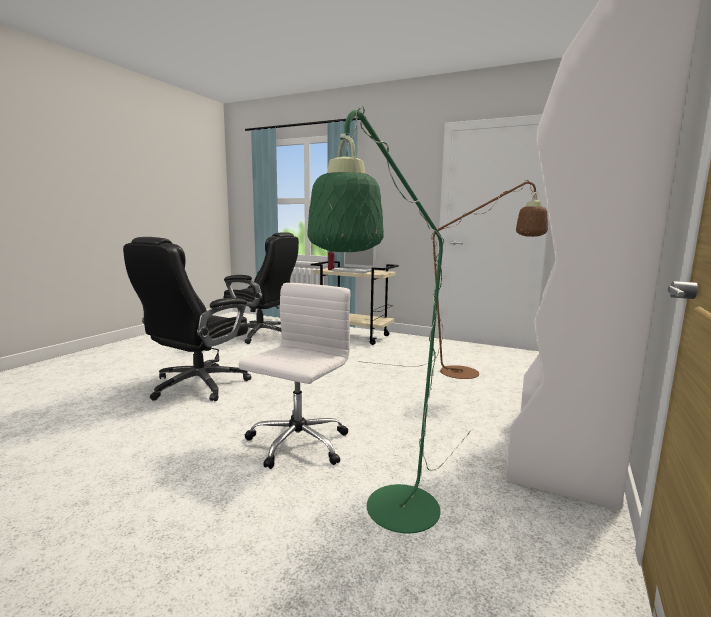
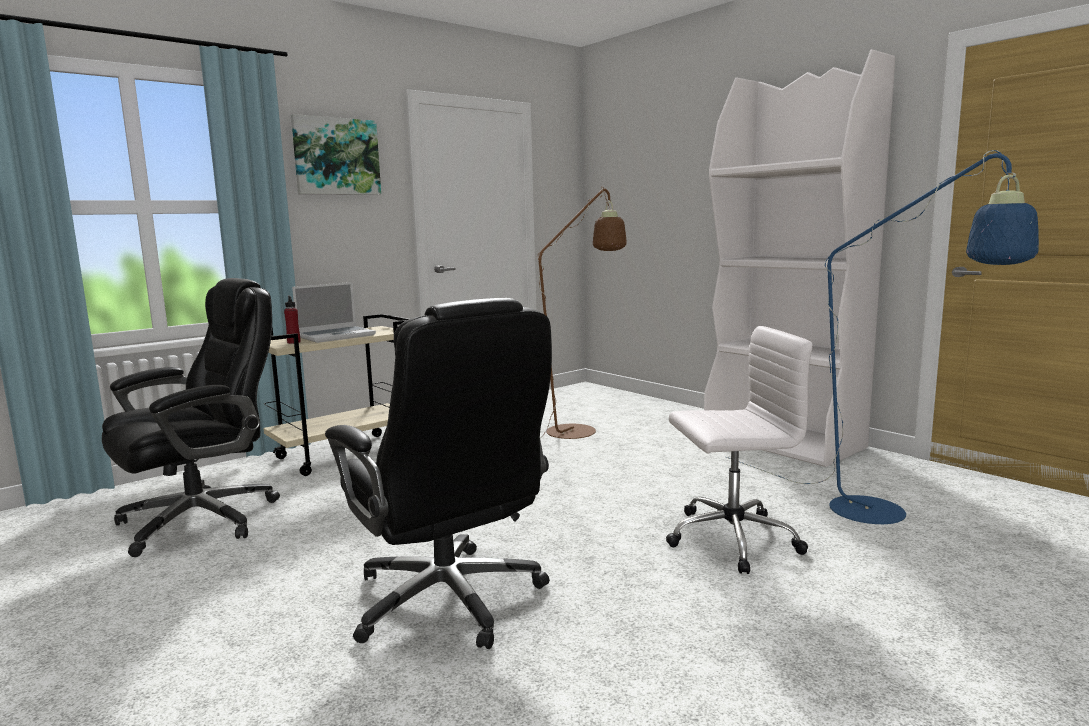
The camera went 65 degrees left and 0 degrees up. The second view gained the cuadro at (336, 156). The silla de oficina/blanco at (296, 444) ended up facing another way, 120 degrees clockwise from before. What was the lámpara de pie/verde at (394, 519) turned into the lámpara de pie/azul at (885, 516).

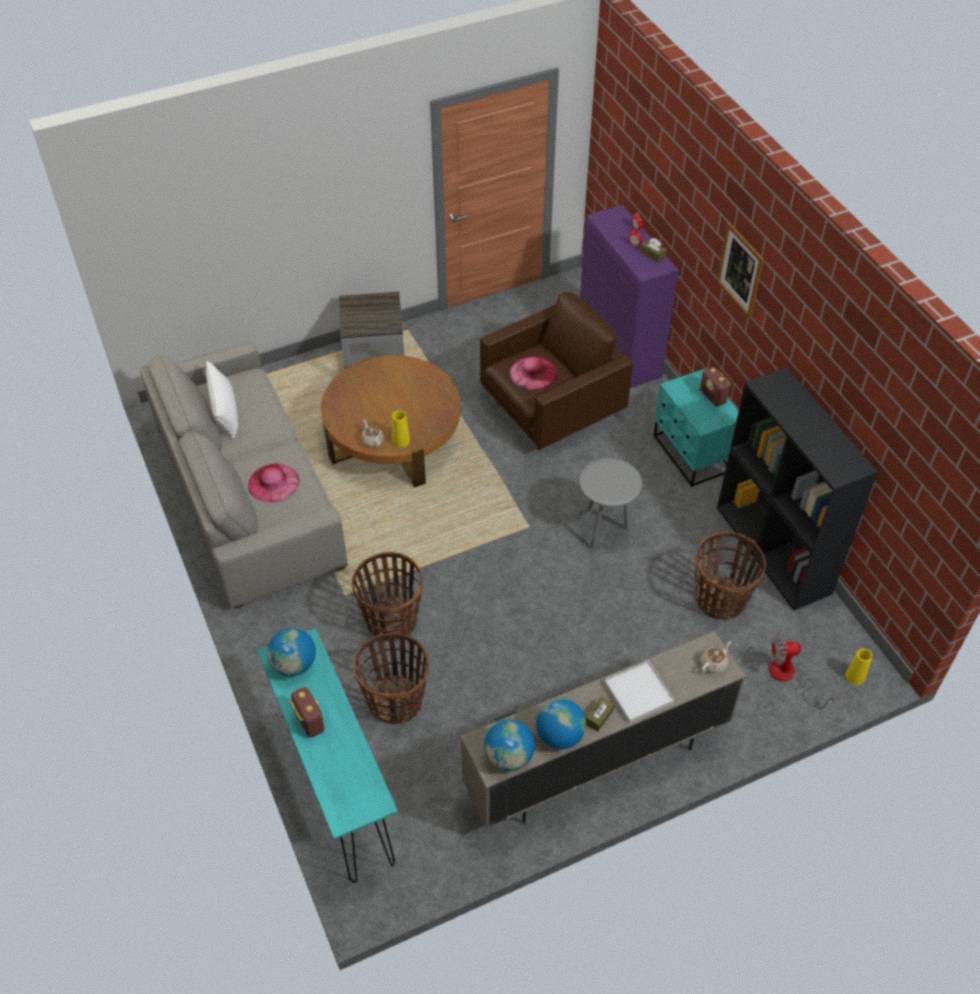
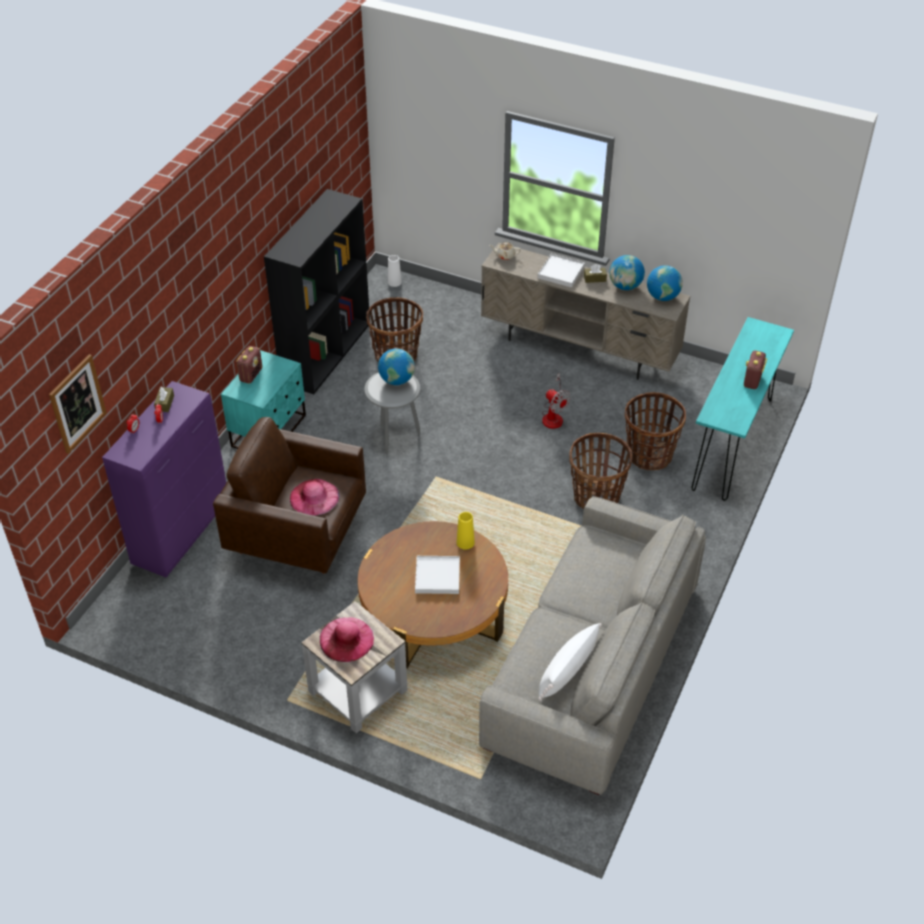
The camera went 130 degrees left and 5 degrees down. The cuadro ended up elsewhere, having gone from (740, 270) to (77, 403). The sombrero/rosa ended up elsewhere, having gone from (273, 483) to (346, 639). The globo terráqueo ended up elsewhere, having gone from (294, 664) to (396, 380). What was the florero/amarillo at (855, 676) turned into the florero/blanco at (394, 282). The second view gained the bandeja/blanco at (437, 576). The ventilador ended up elsewhere, having gone from (789, 677) to (553, 416). The second view lost the tetera/beis at (372, 440).

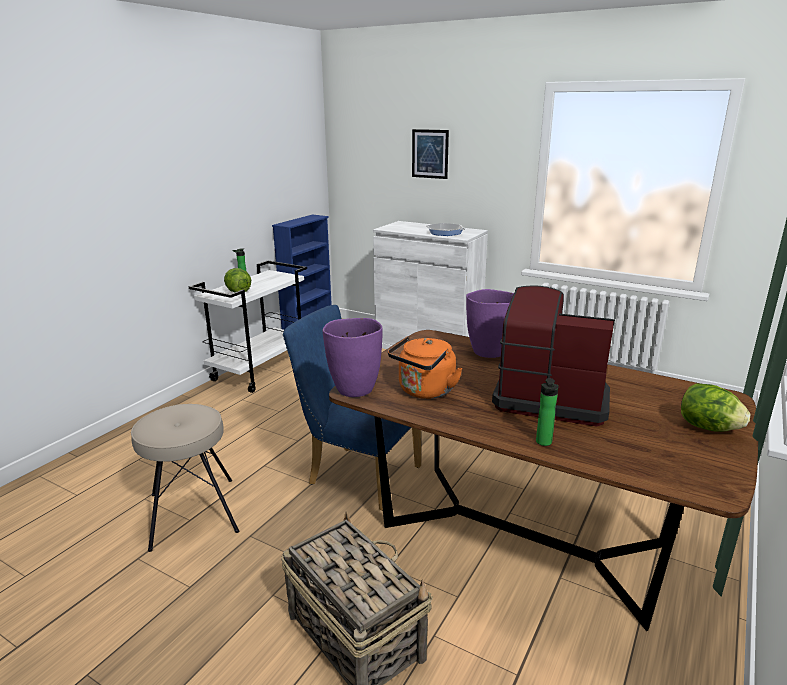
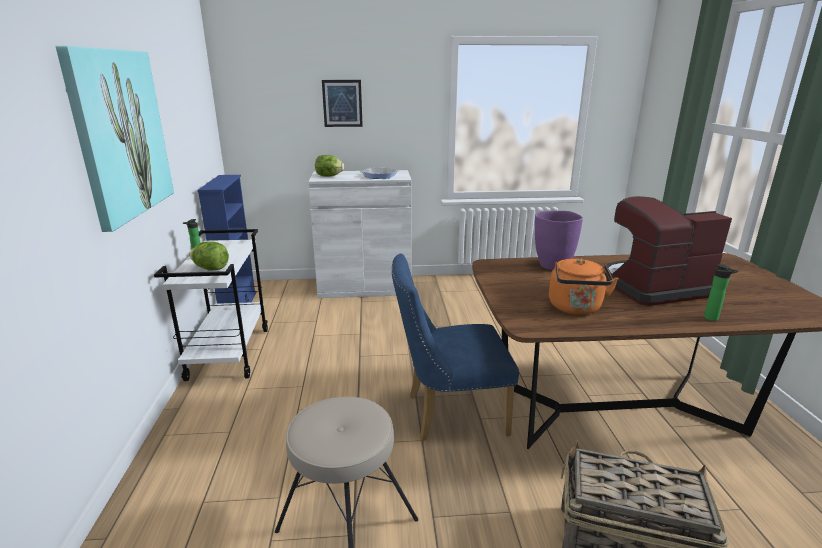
The camera went 35 degrees left and 0 degrees up. The second view gained the cuadro at (120, 134). The lechuga ended up elsewhere, having gone from (708, 427) to (329, 176). The second view lost the florero/morado at (354, 389).

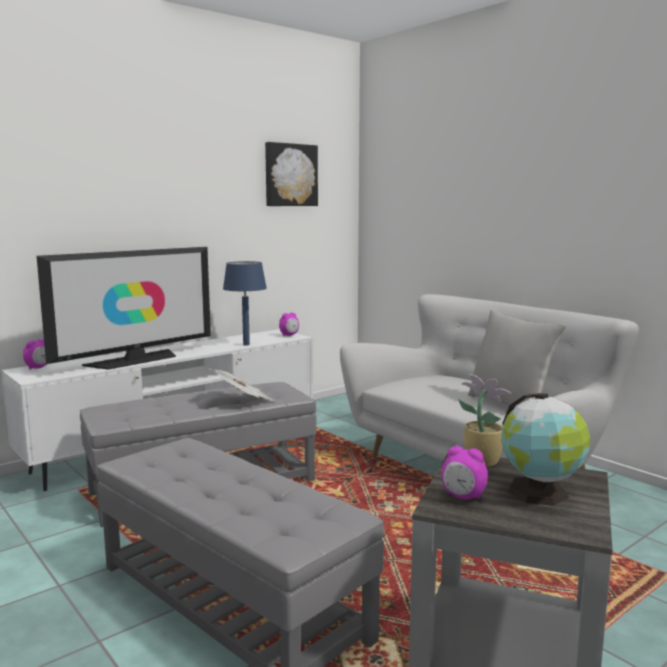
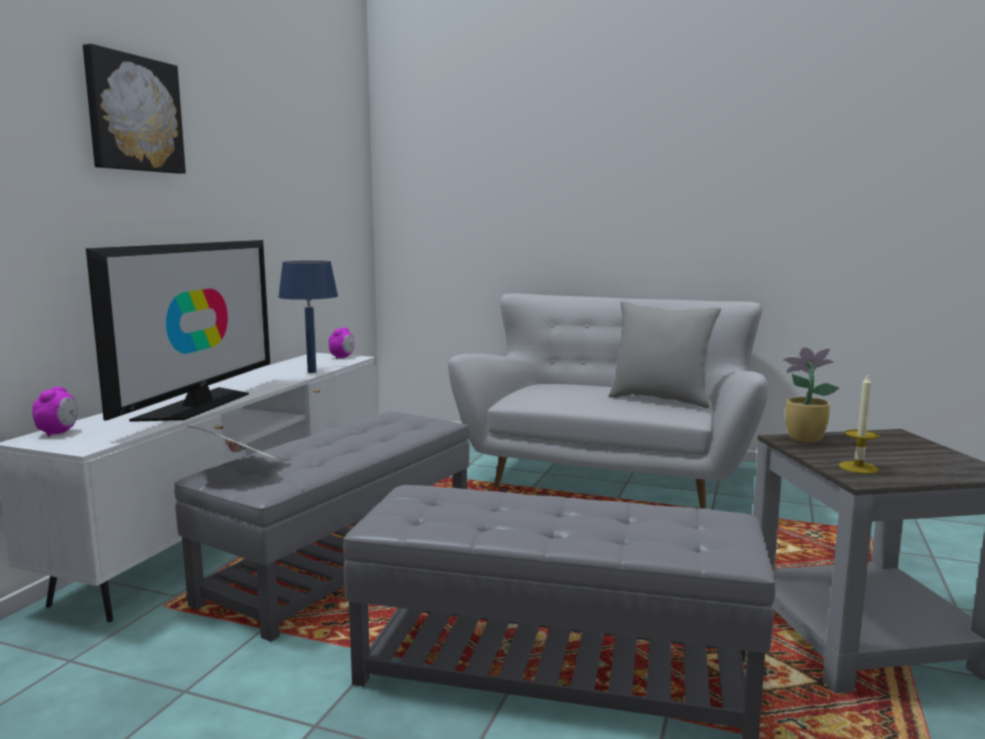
The camera went 30 degrees left and 0 degrees up. The cuadro ended up elsewhere, having gone from (290, 175) to (133, 114). The periódico ended up elsewhere, having gone from (243, 401) to (241, 469). Where the despertador stood at (463, 497), the vela came to stand at (858, 467). The second view lost the globo terráqueo at (540, 493).

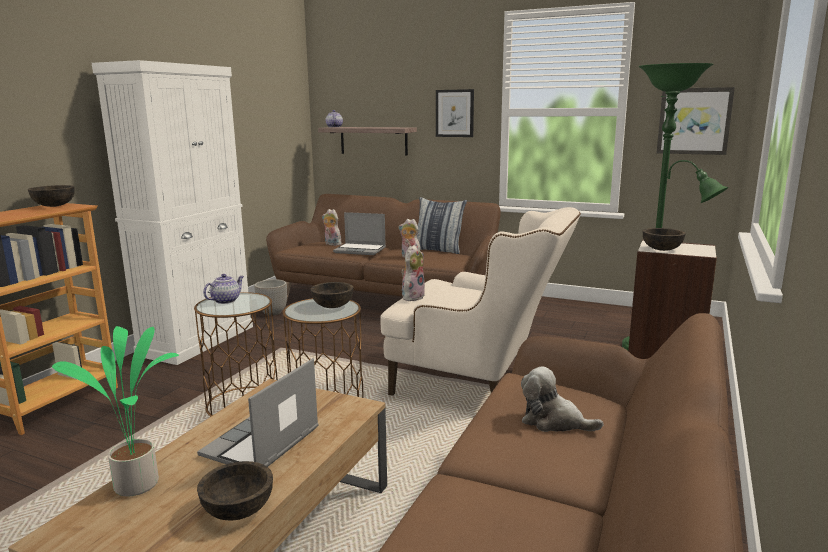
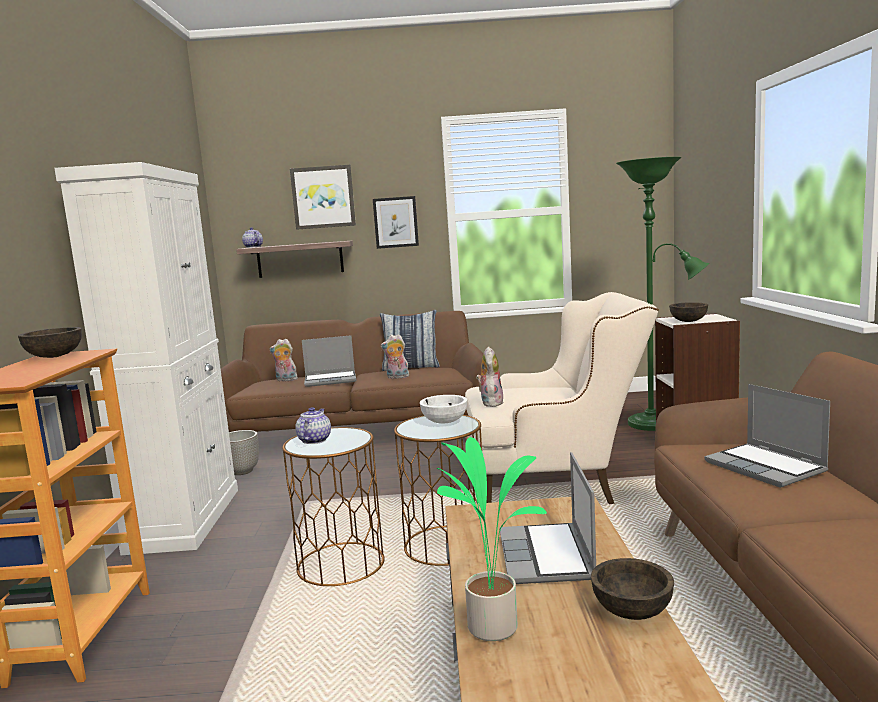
The camera went 25 degrees left and 5 degrees down. The cuadro ended up elsewhere, having gone from (694, 121) to (323, 197). What was the cuenco/marrón at (333, 306) turned into the cuenco/blanco at (445, 421). Where the peluche stood at (554, 421), the portátil came to stand at (766, 467).

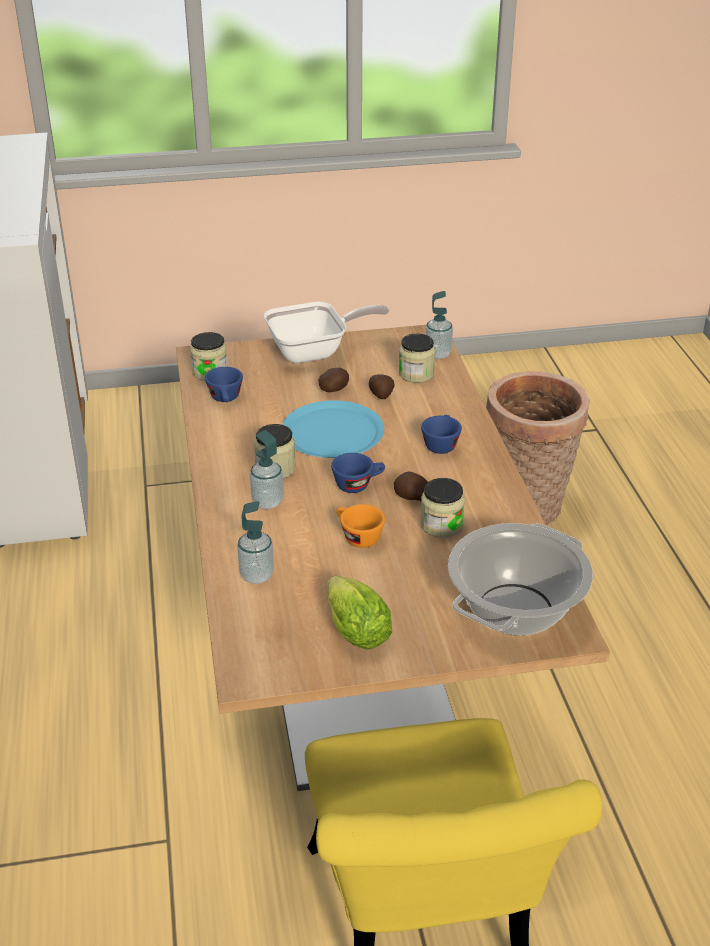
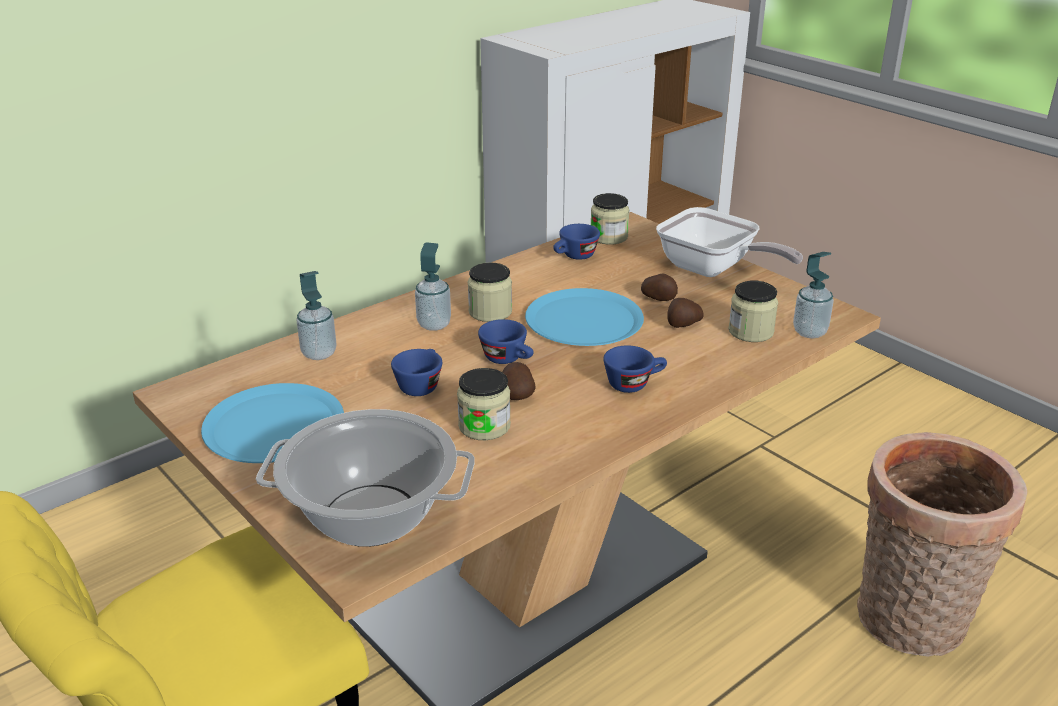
The camera went 60 degrees right and 5 degrees down. Where the lechuga stood at (354, 629), the plato/azul came to stand at (273, 426). What was the taza/naranja at (357, 537) turned into the taza/azul at (420, 385).

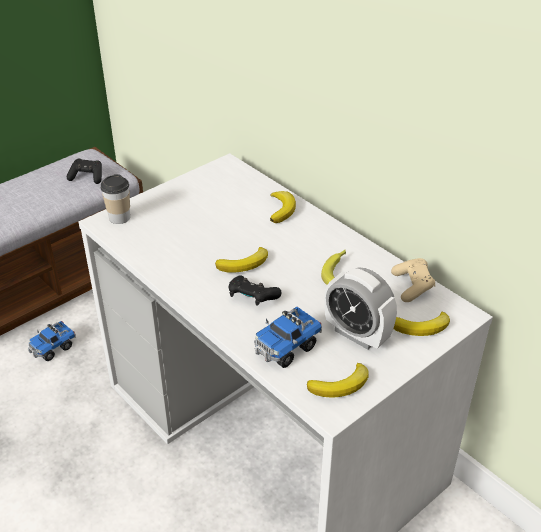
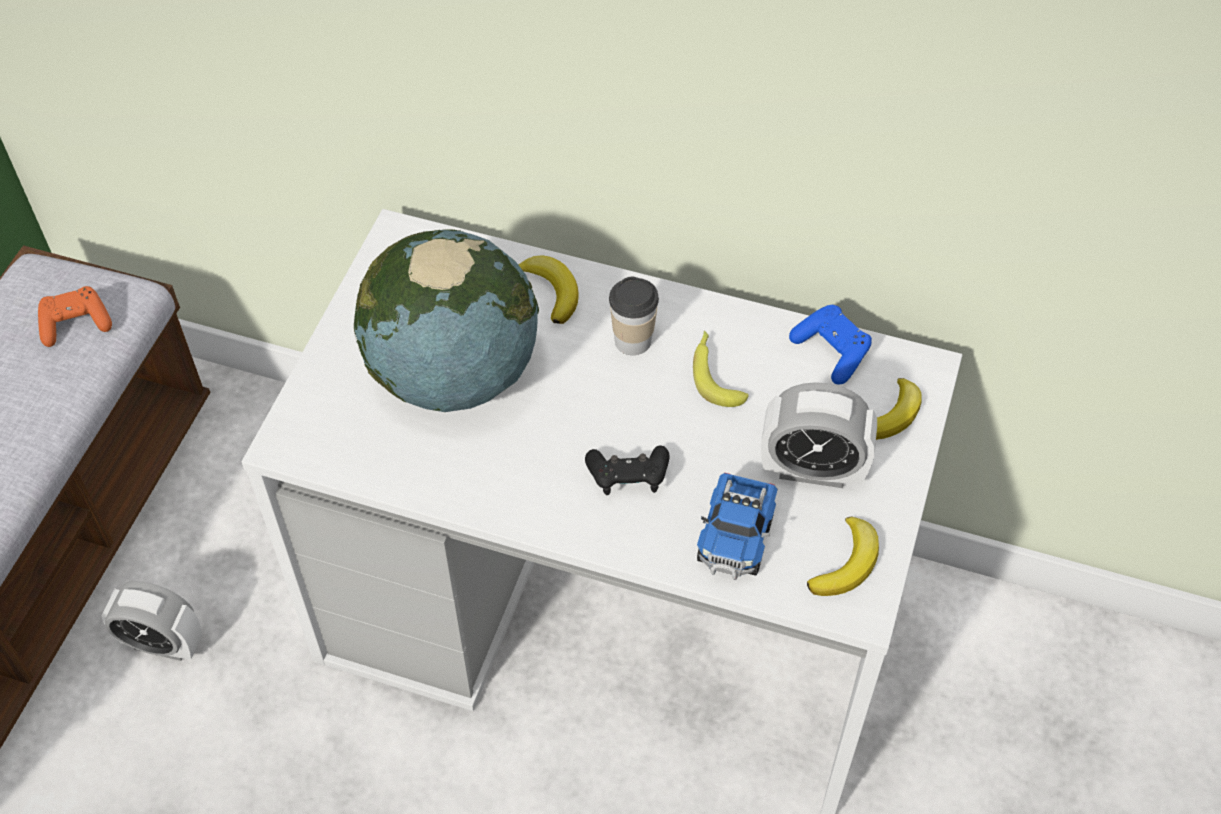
The camera went 30 degrees left and 15 degrees up. What was the mando de consola/negro at (87, 177) turned into the mando de consola/naranja at (76, 324). Where the camión de juguete stood at (53, 348), the despertador came to stand at (163, 644). The second view gained the globo terráqueo at (453, 375). The taza ended up elsewhere, having gone from (119, 218) to (633, 341). What was the mando de consola/beis at (412, 286) turned into the mando de consola/azul at (831, 351). The second view lost the plátano at (244, 264).

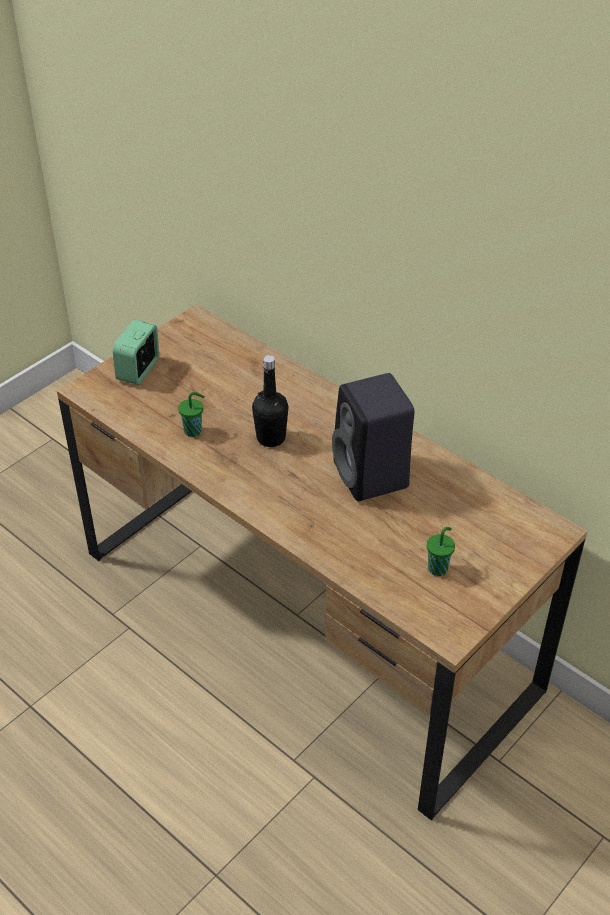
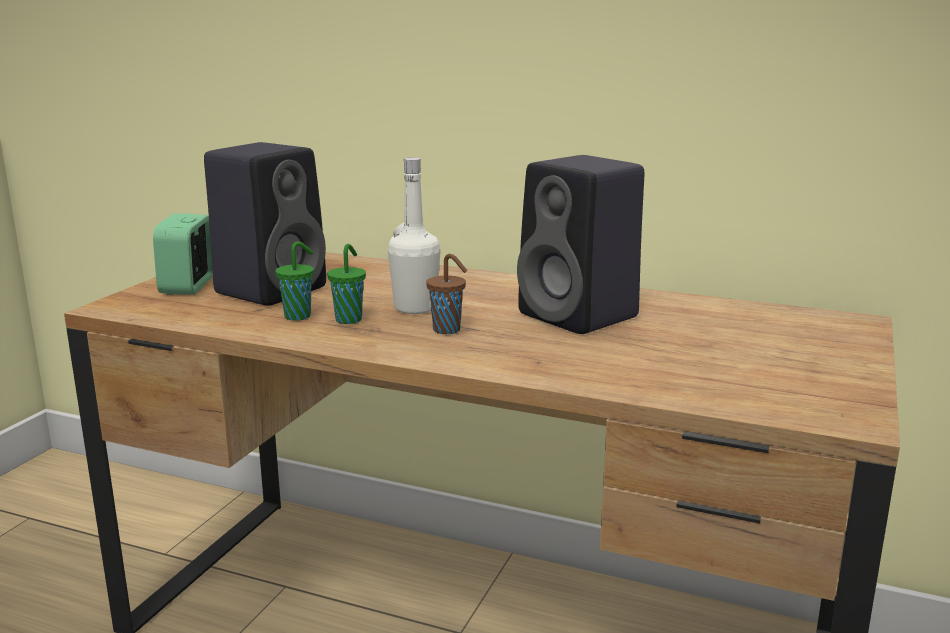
The camera went 20 degrees left and 25 degrees down. The second view gained the altavoz/negro at (273, 289). The taza/verde ended up elsewhere, having gone from (438, 568) to (349, 319). What was the botella/negro at (271, 438) turned into the botella/blanco at (415, 308). The second view gained the taza/marrón at (448, 330).

